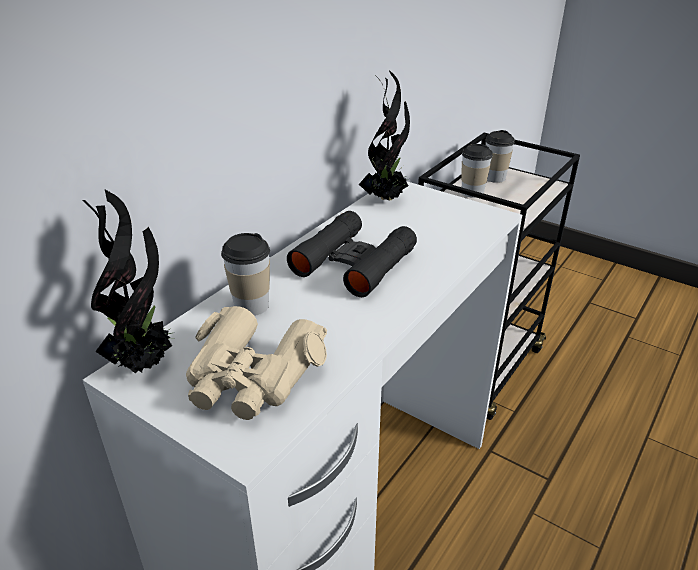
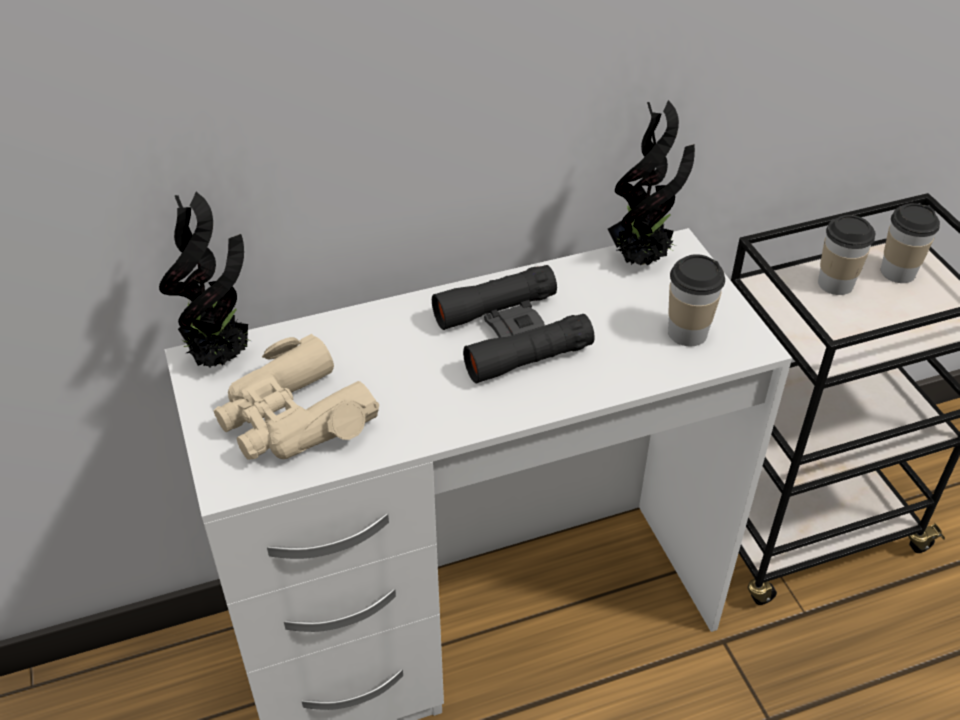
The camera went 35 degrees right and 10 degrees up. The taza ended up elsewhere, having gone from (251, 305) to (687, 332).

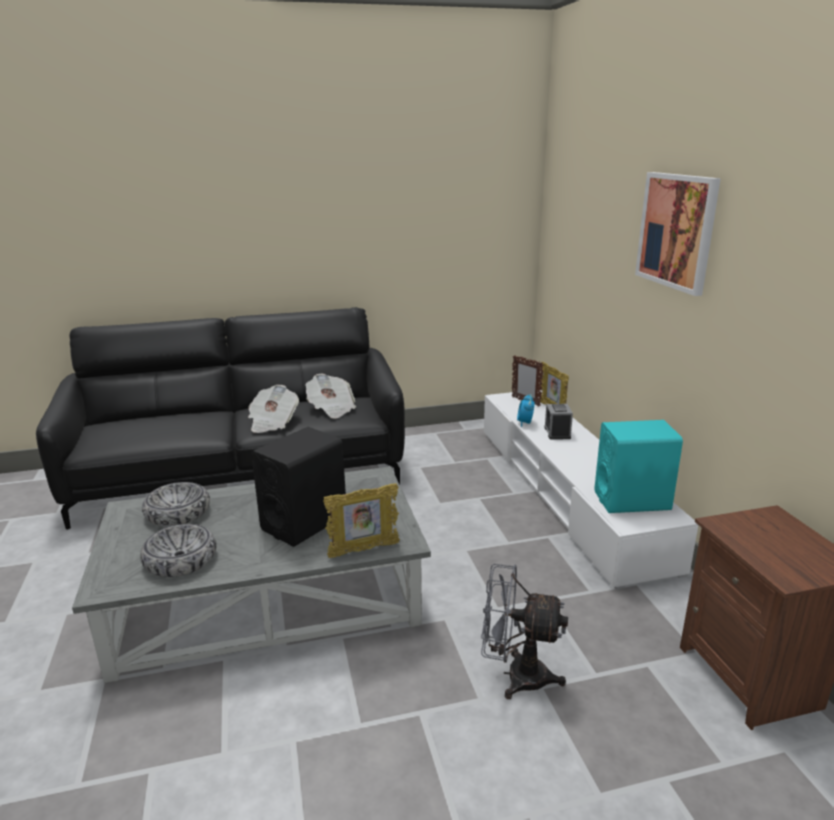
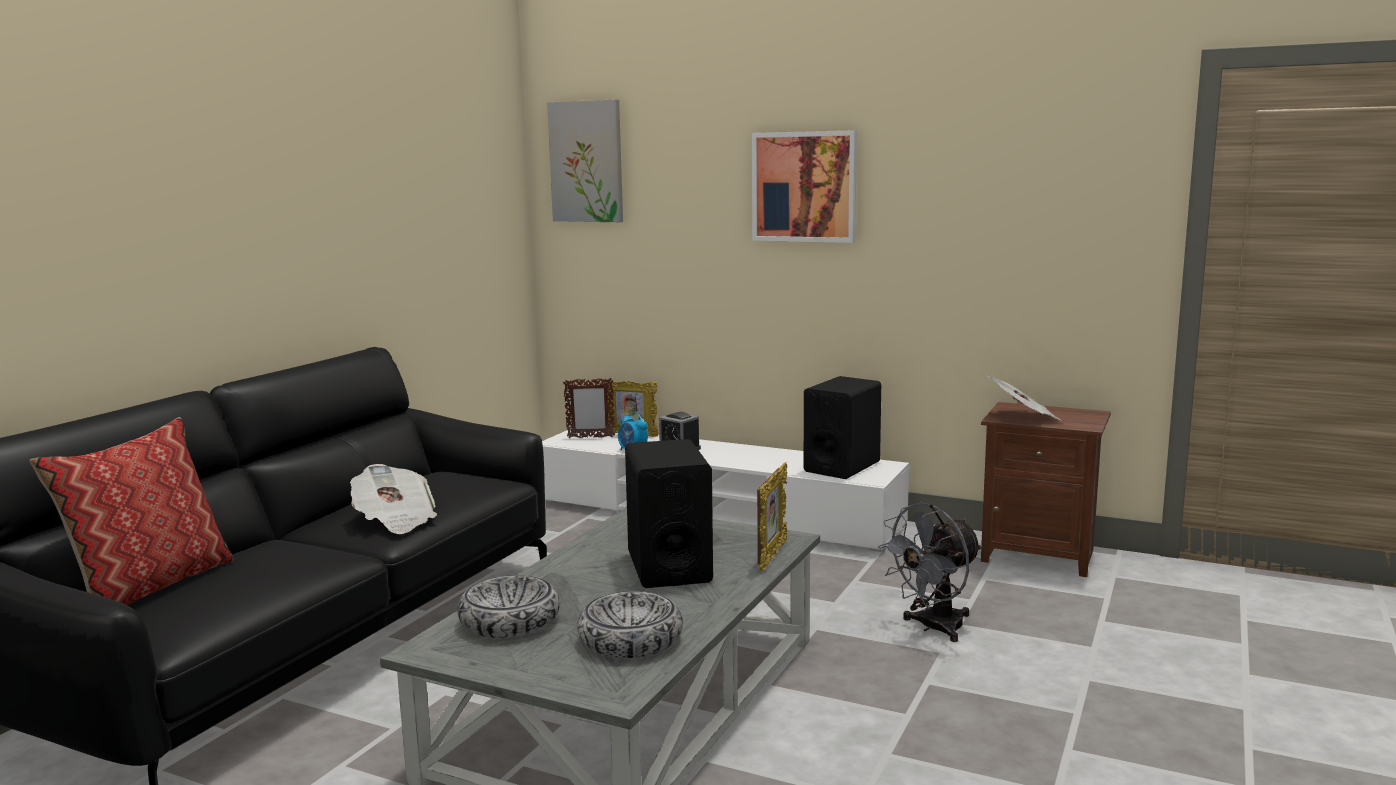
The camera went 50 degrees left and 10 degrees down. The second view gained the cojín at (150, 586). The second view gained the cuadro at (587, 162). What was the altavoz/turquesa at (632, 500) turned into the altavoz/negro at (842, 467). The periódico ended up elsewhere, having gone from (331, 408) to (1024, 418).

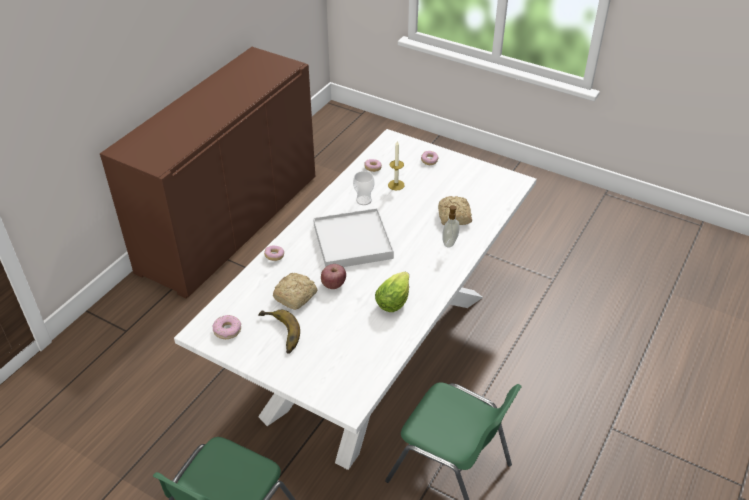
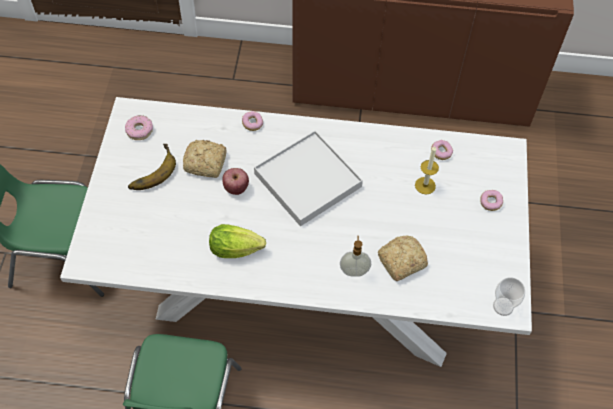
The camera went 65 degrees right and 15 degrees up. The taza ended up elsewhere, having gone from (364, 200) to (503, 306).

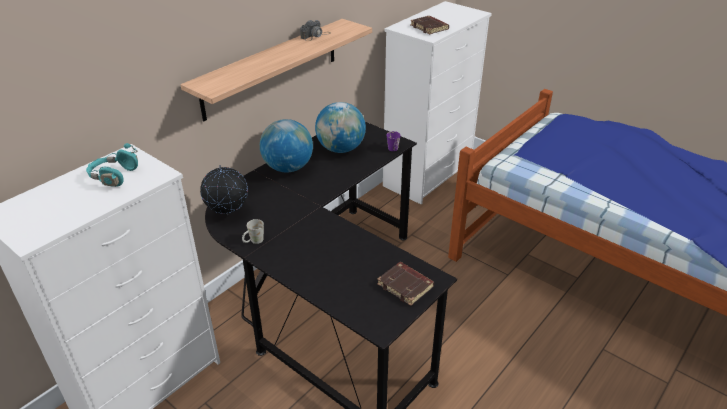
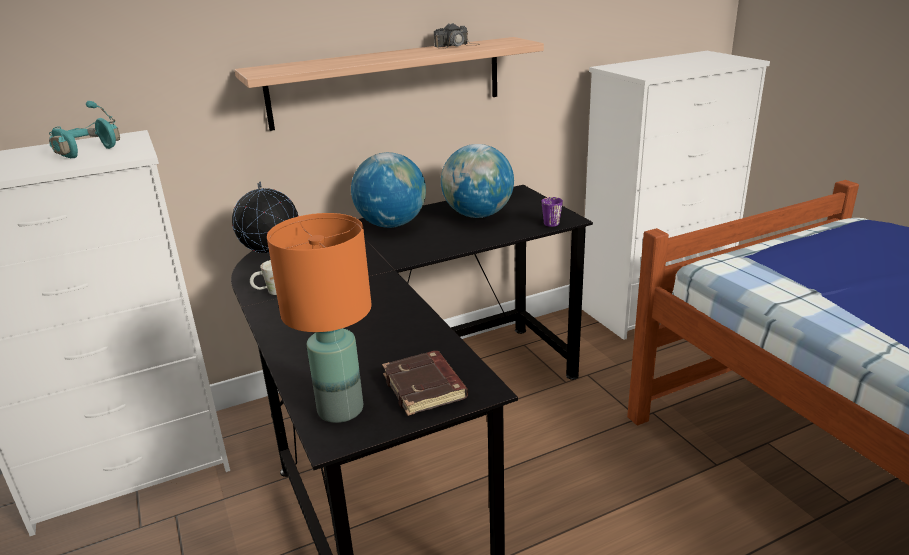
The camera went 25 degrees right and 10 degrees down. The second view gained the lámpara de mesa/naranja at (341, 409). The second view lost the libro/marrón at (430, 28).

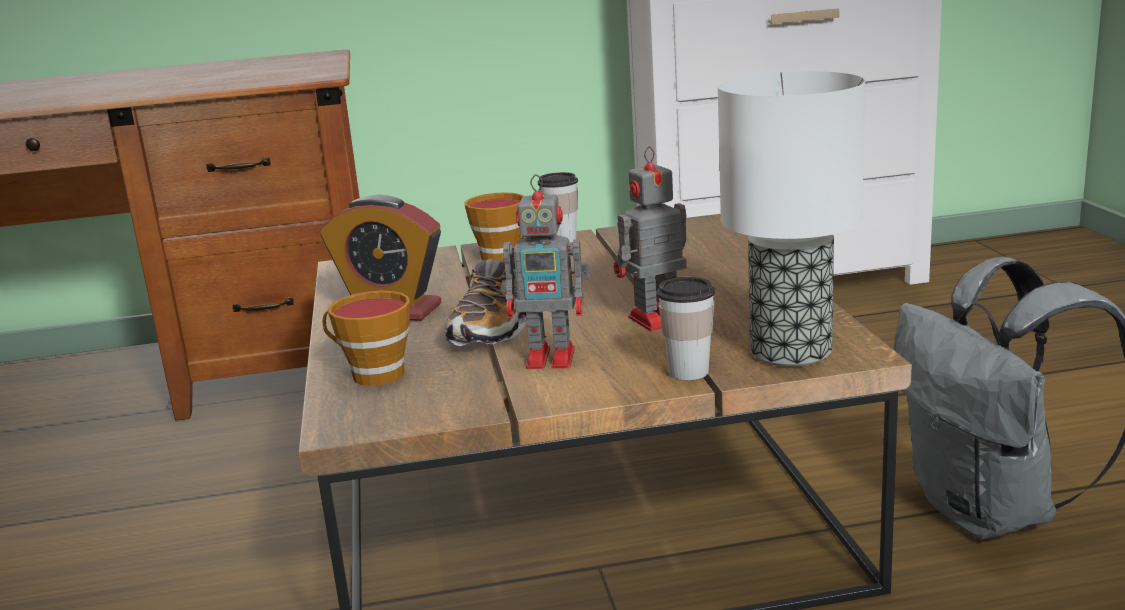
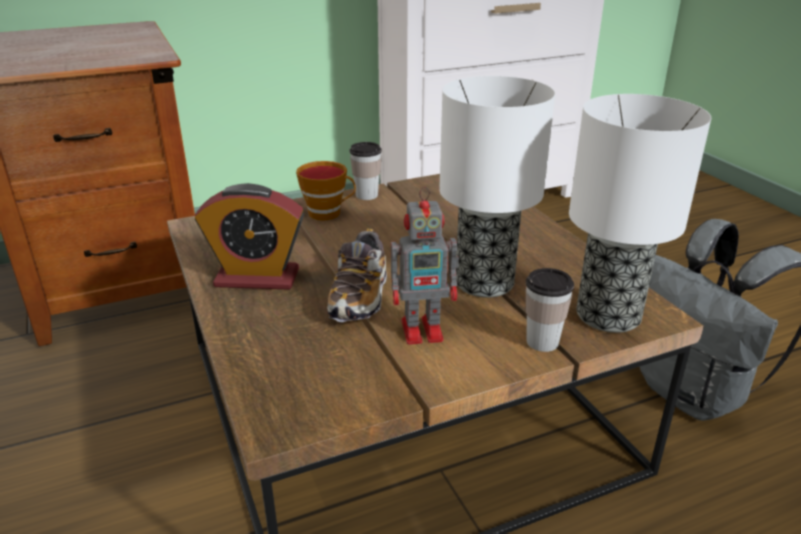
The camera went 15 degrees left and 10 degrees up. Where the robot de juguete stood at (654, 320), the lámpara de mesa came to stand at (484, 283). The second view lost the taza at (371, 375).

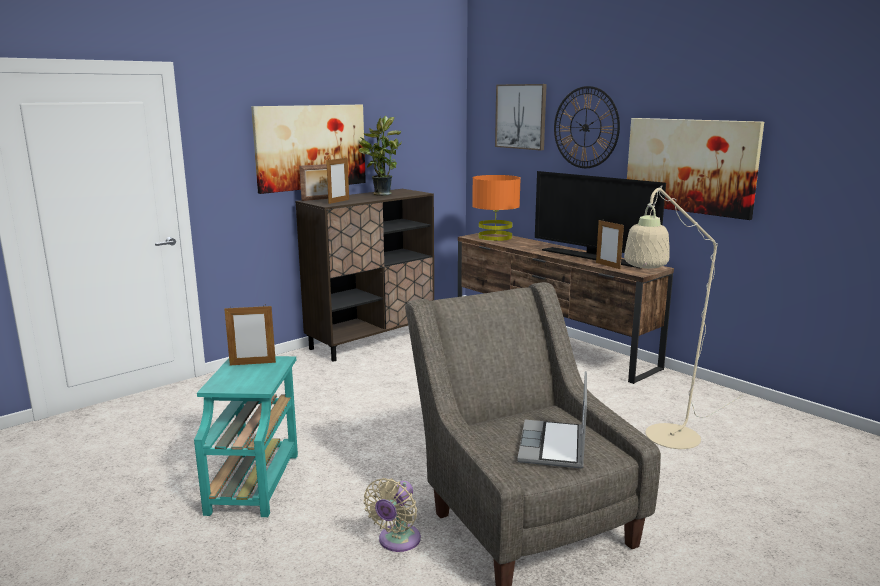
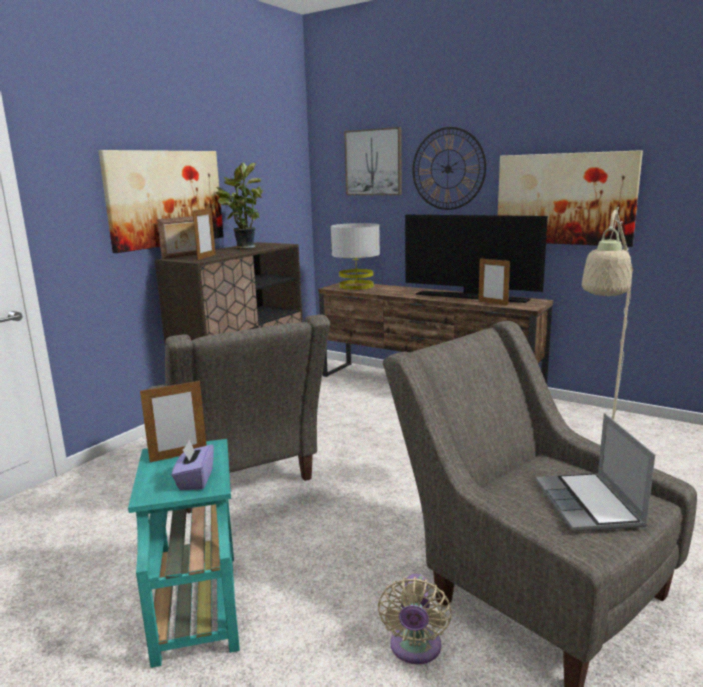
The camera went 15 degrees left and 0 degrees up. The second view gained the sillón/gris at (240, 480). The second view gained the caja de pañuelos/morado at (195, 480). What was the lámpara de mesa/naranja at (495, 237) turned into the lámpara de mesa/gris at (356, 286).

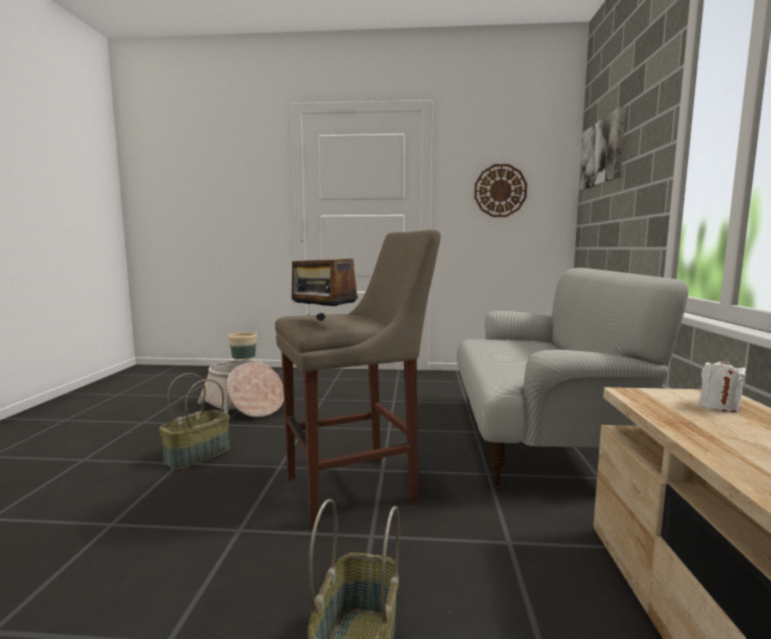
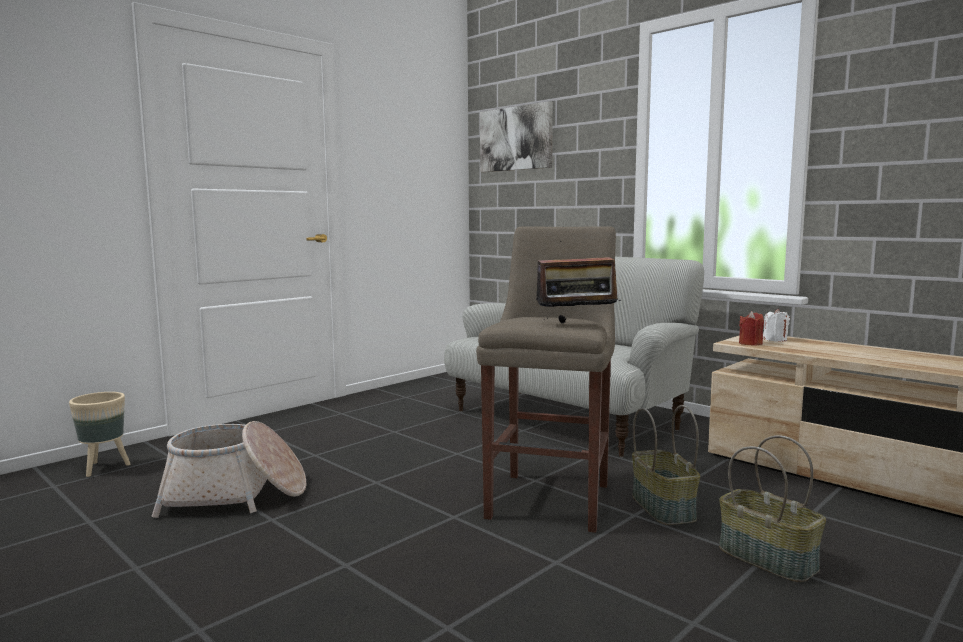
The camera went 50 degrees left and 0 degrees up. The cesta ended up elsewhere, having gone from (197, 456) to (664, 507). The second view gained the vela/rojo at (750, 343). The second view lost the reloj de pared at (500, 190).

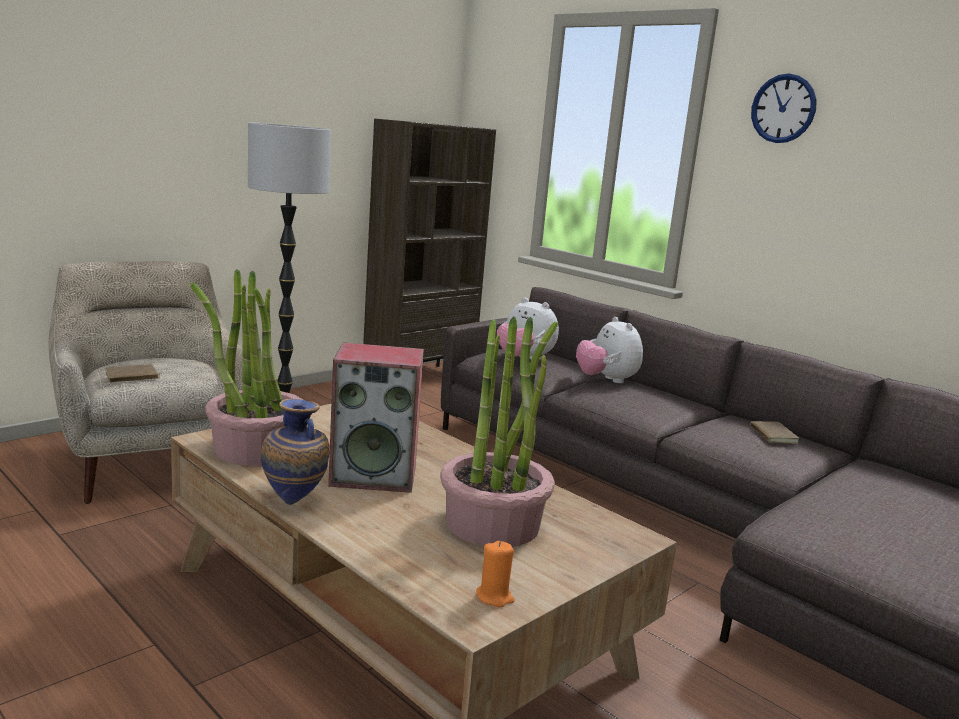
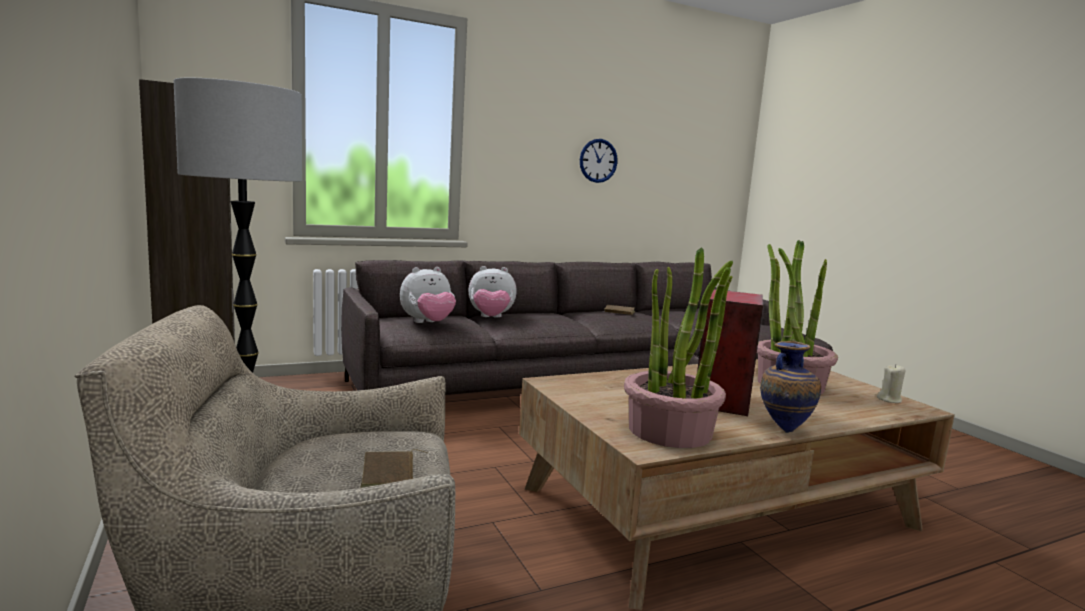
The camera went 70 degrees left and 5 degrees down. The reloj de pared ended up elsewhere, having gone from (783, 108) to (598, 160). What was the vela/naranja at (494, 597) turned into the vela/beis at (889, 400).

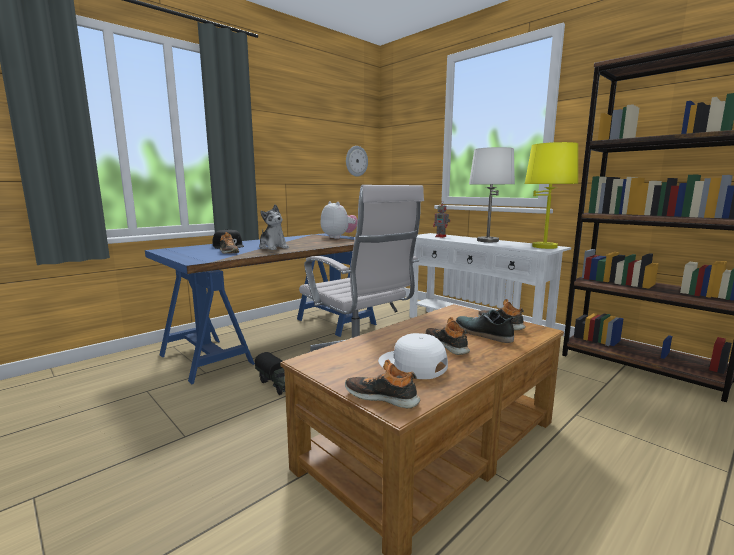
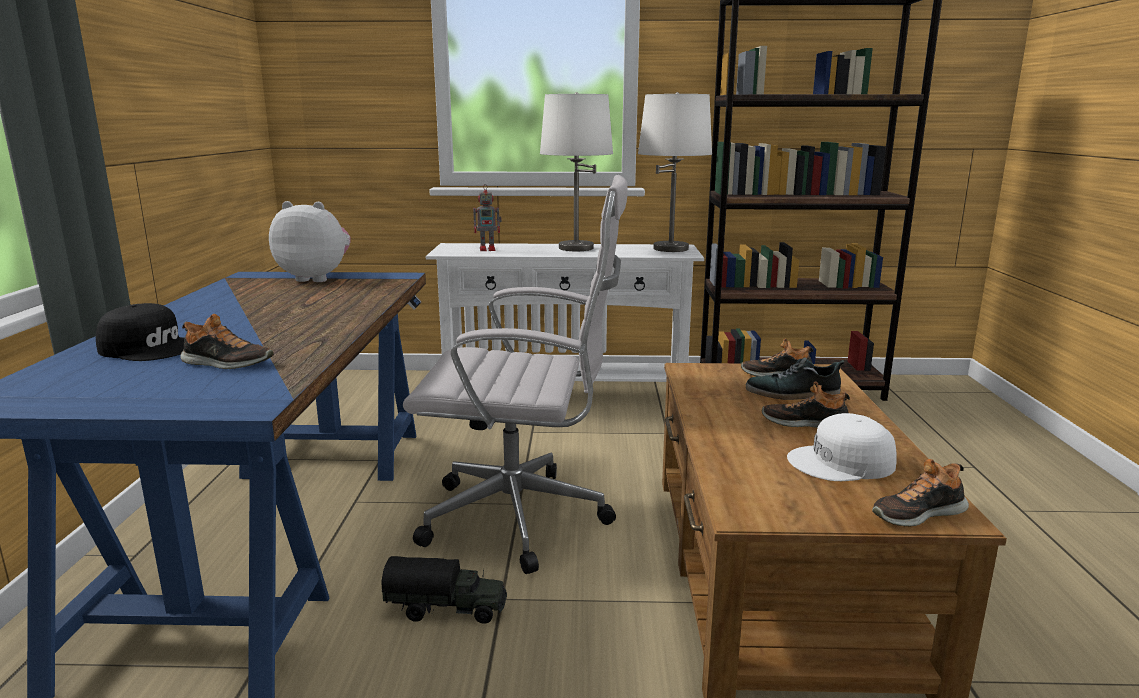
The camera went 45 degrees left and 5 degrees up. What was the lámpara de mesa/amarillo at (544, 247) turned into the lámpara de mesa/blanco at (670, 248). The second view lost the peluche at (273, 247). The second view lost the reloj de pared at (356, 161).

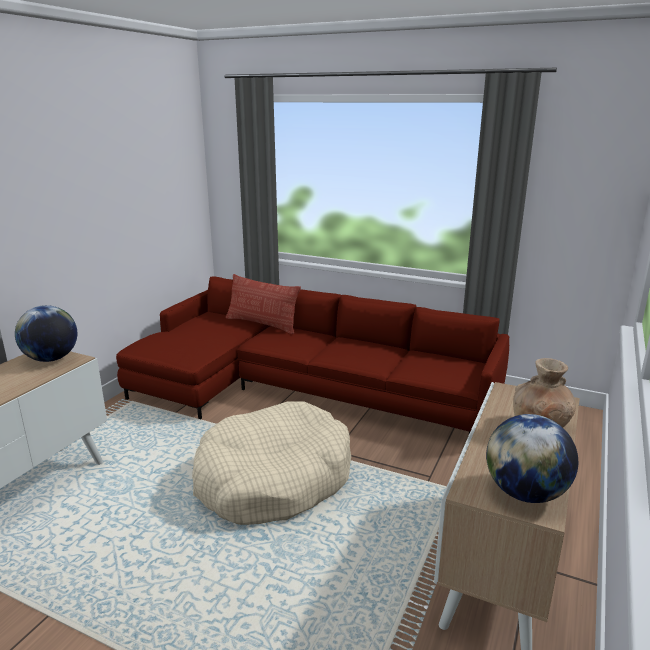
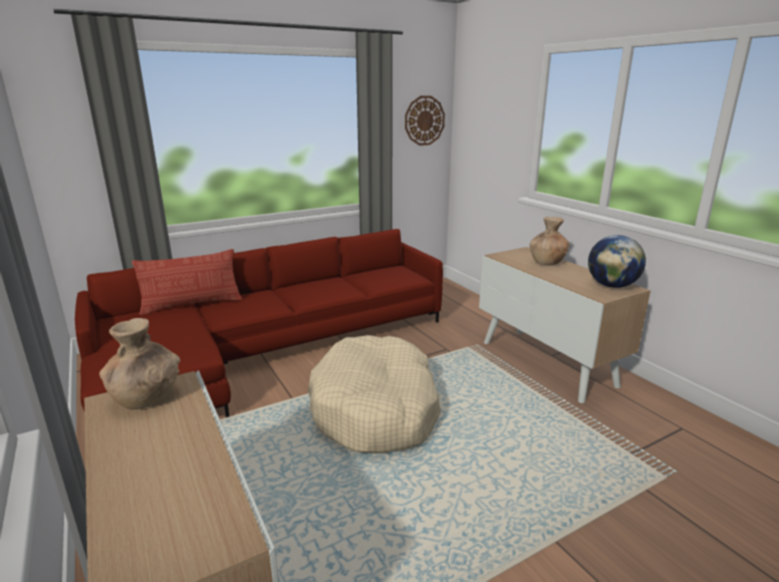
The camera went 55 degrees left and 0 degrees up. Where the globo terráqueo stood at (51, 359), the florero/marrón came to stand at (146, 398). The second view gained the reloj de pared at (424, 120).

